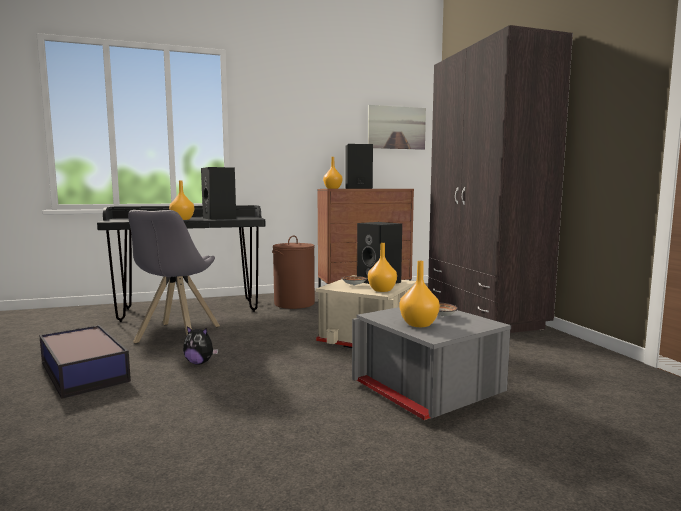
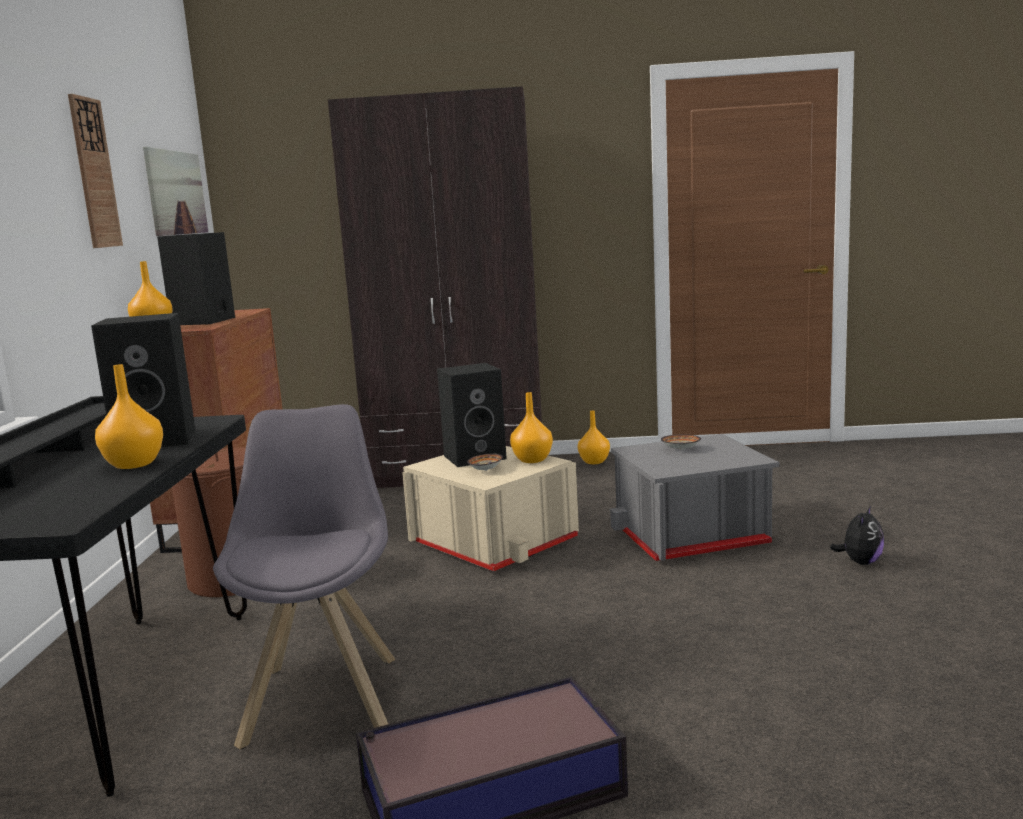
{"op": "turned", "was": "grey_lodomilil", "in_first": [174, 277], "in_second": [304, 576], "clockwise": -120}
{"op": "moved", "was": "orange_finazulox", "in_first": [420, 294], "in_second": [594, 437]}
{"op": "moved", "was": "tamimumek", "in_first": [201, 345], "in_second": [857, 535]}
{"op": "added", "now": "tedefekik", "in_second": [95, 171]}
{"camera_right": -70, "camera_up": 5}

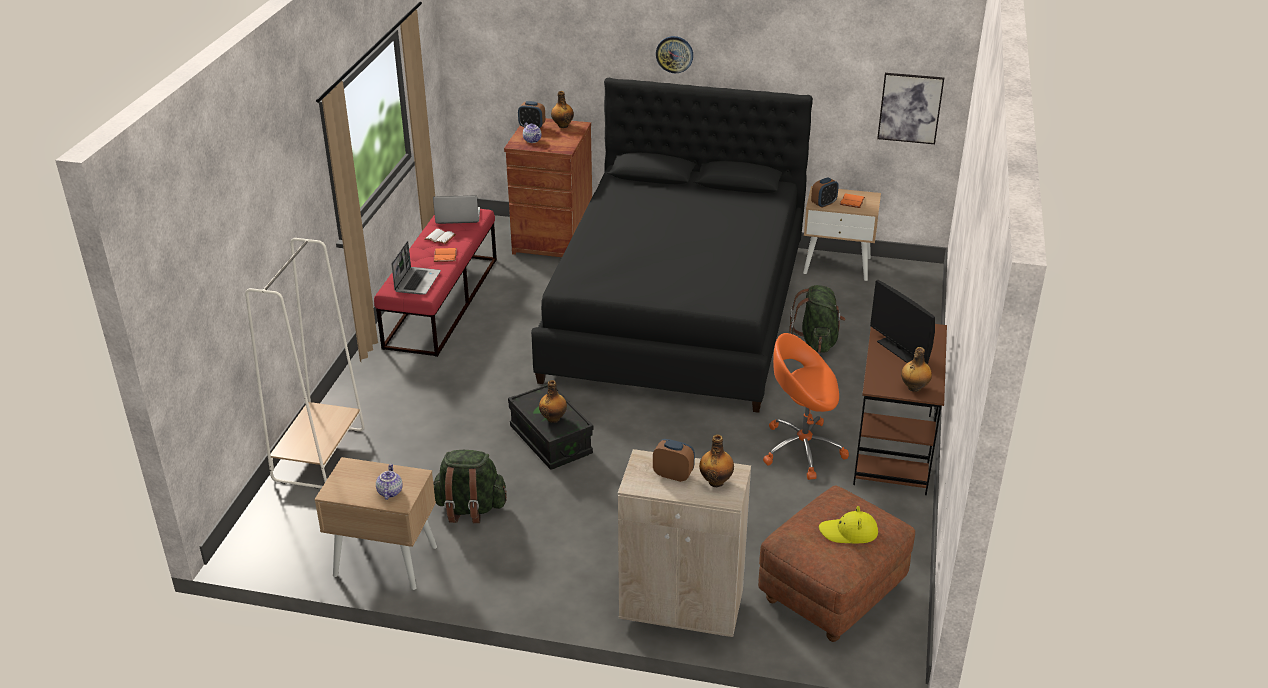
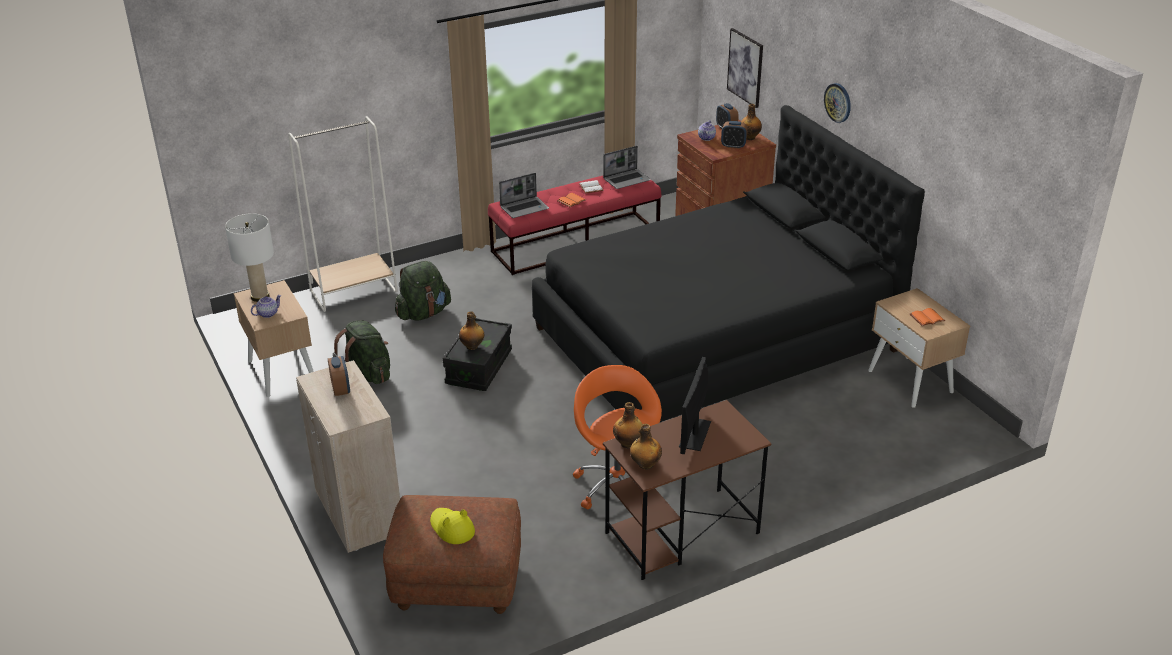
{"op": "moved", "was": "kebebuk", "in_first": [910, 108], "in_second": [745, 68]}
{"op": "moved", "was": "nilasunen", "in_first": [825, 192], "in_second": [734, 135]}
{"op": "turned", "was": "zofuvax", "in_first": [456, 209], "in_second": [627, 167], "clockwise": 105}
{"op": "moved", "was": "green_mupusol", "in_first": [817, 319], "in_second": [423, 290]}
{"op": "moved", "was": "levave", "in_first": [716, 461], "in_second": [628, 425]}
{"op": "added", "now": "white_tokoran", "in_second": [249, 257]}
{"camera_right": 50, "camera_up": 0}

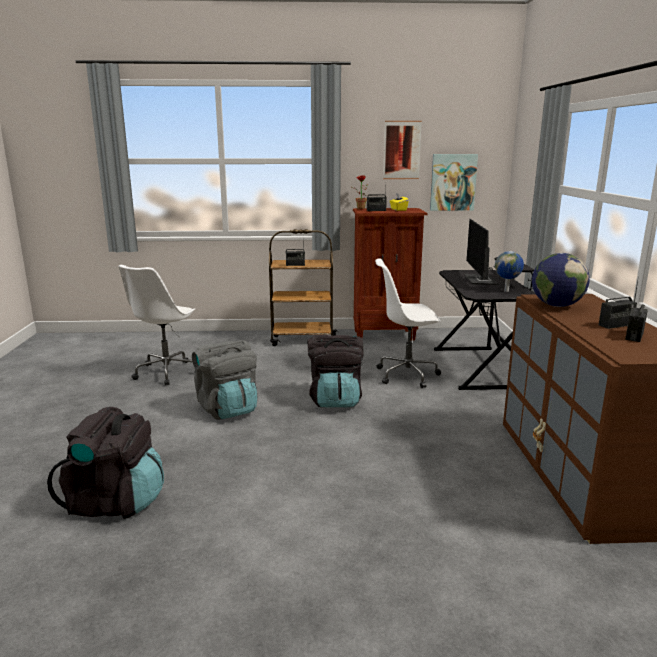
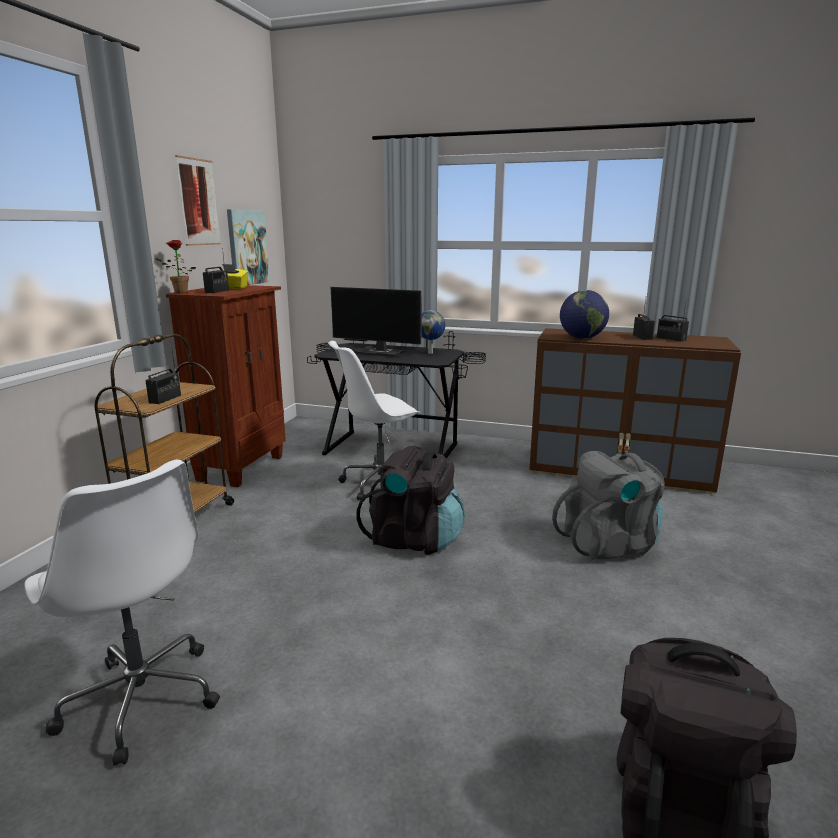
{"op": "turned", "was": "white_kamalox", "in_first": [408, 323], "in_second": [374, 420], "clockwise": 45}
{"op": "moved", "was": "grey_mupusol", "in_first": [225, 380], "in_second": [608, 506]}
{"camera_right": -70, "camera_up": 0}

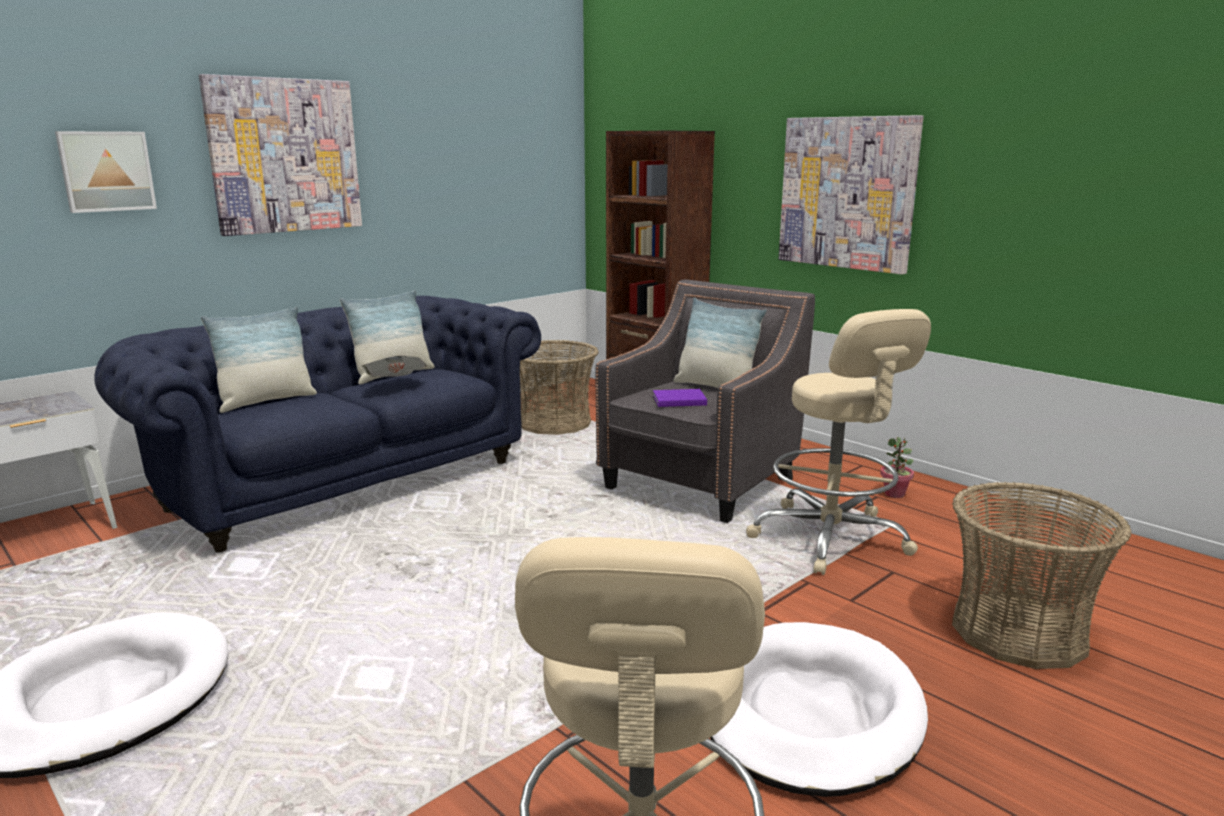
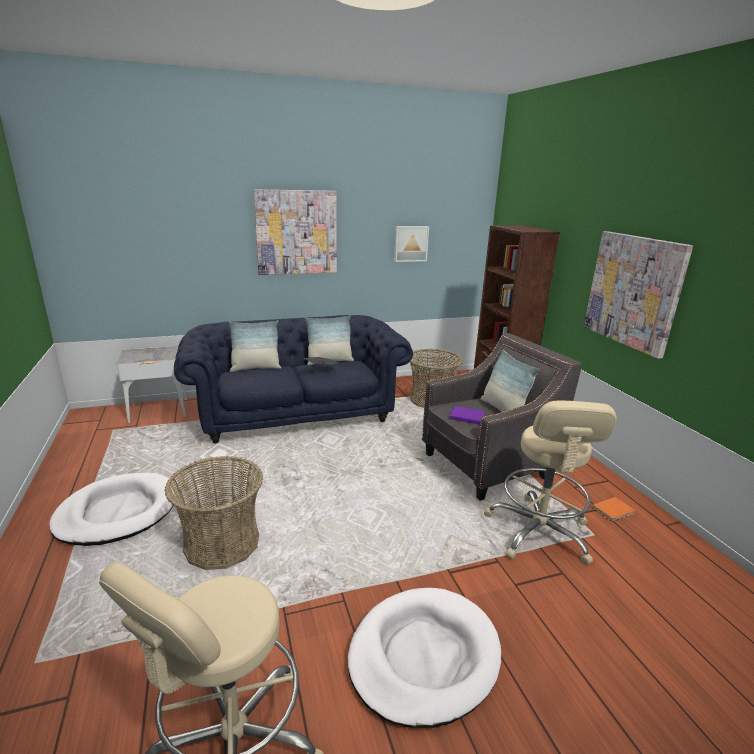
{"op": "moved", "was": "kebebuk", "in_first": [106, 172], "in_second": [411, 244]}
{"op": "replaced", "was": "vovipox", "now": "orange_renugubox", "in_first": [897, 467], "in_second": [614, 509]}
{"op": "moved", "was": "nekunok", "in_first": [1042, 575], "in_second": [214, 513]}
{"camera_right": 25, "camera_up": 5}

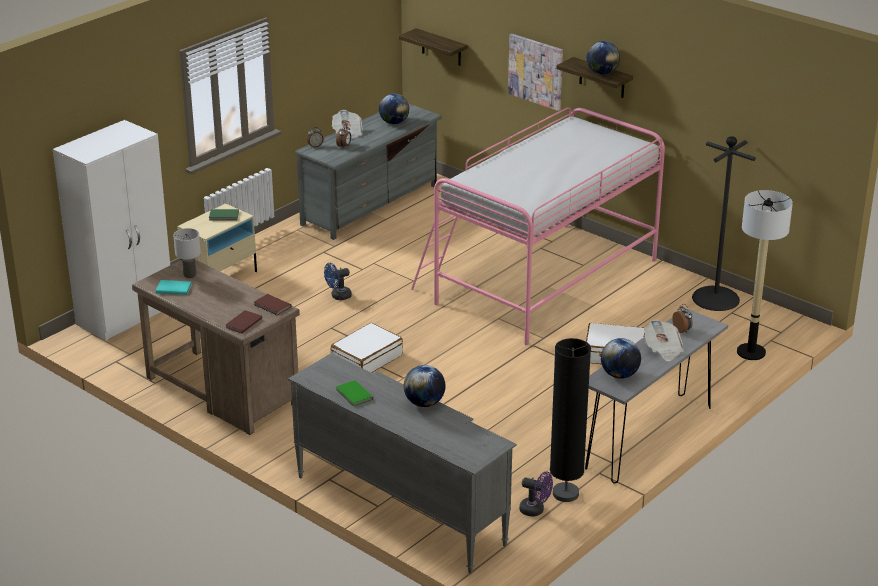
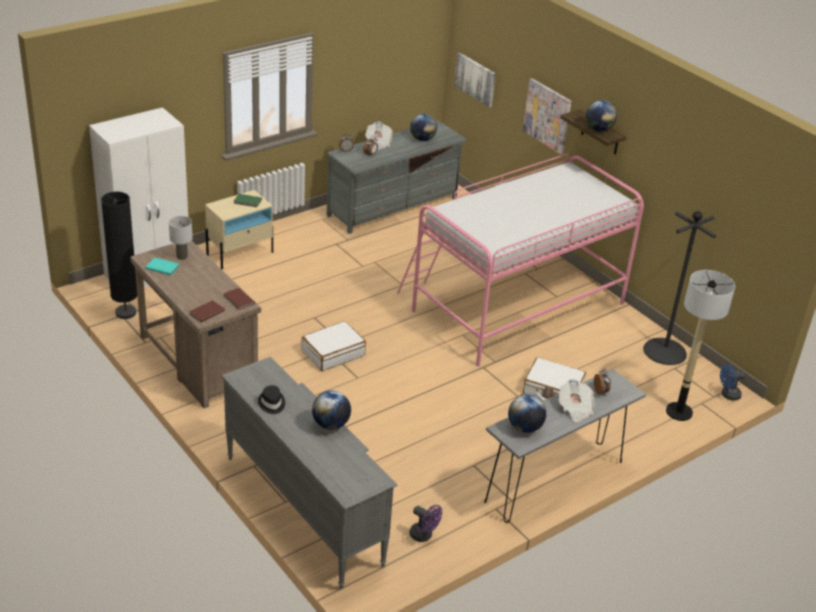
{"op": "replaced", "was": "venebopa", "now": "kebebuk", "in_first": [433, 47], "in_second": [475, 80]}
{"op": "moved", "was": "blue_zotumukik", "in_first": [338, 281], "in_second": [732, 382]}
{"op": "moved", "was": "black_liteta", "in_first": [570, 420], "in_second": [119, 255]}
{"op": "replaced", "was": "green_renugubox", "now": "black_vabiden", "in_first": [354, 393], "in_second": [271, 399]}
{"camera_right": 10, "camera_up": 5}

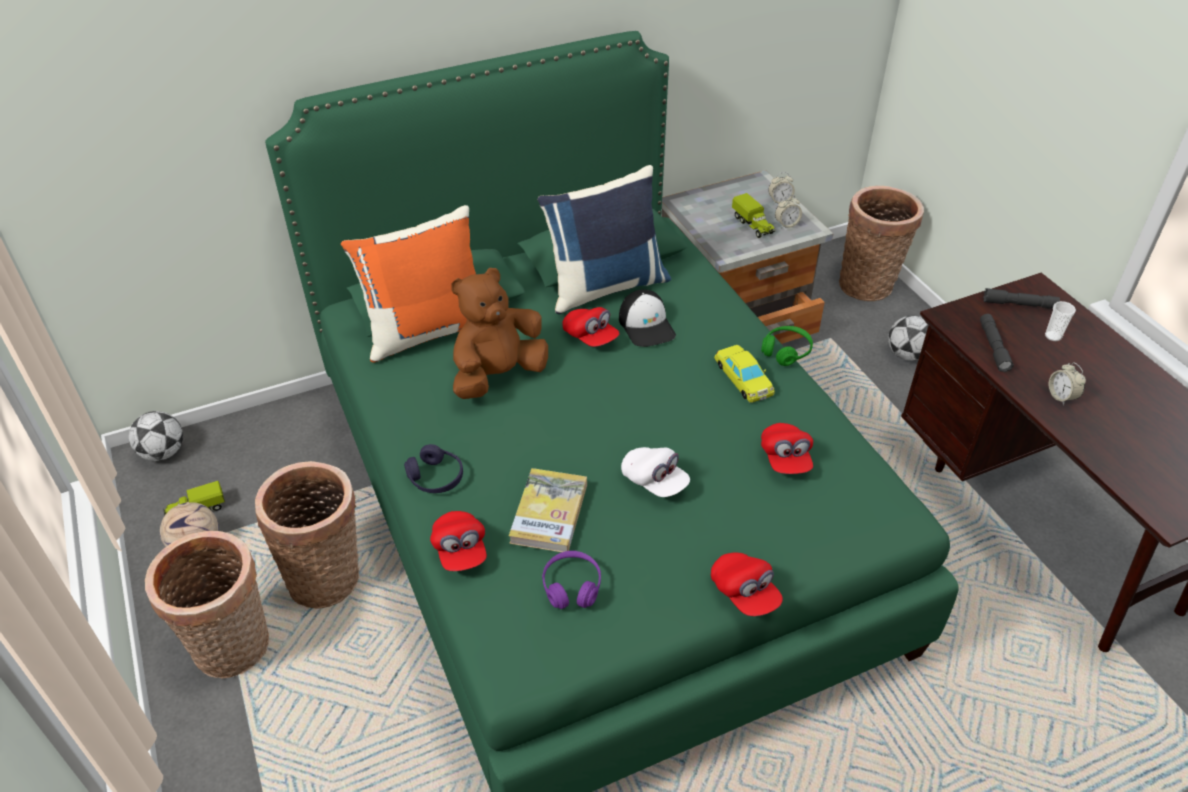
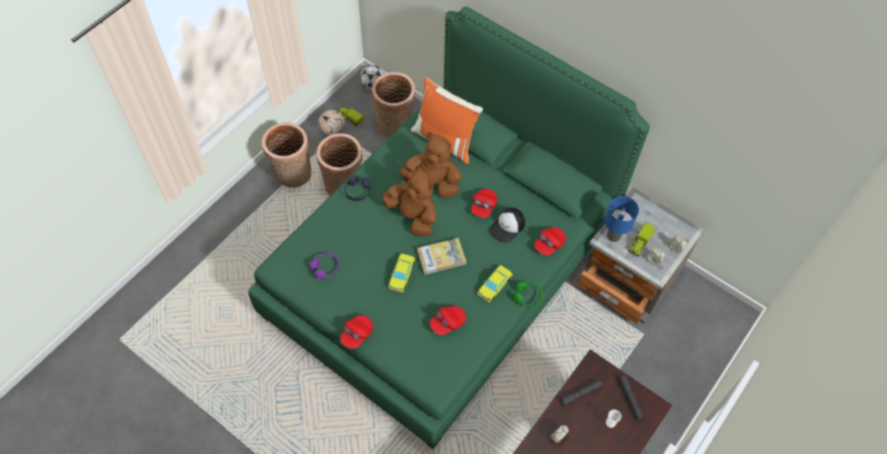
{"op": "removed", "was": "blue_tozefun", "in_first": [604, 239]}
{"op": "moved", "was": "nekunok", "in_first": [881, 243], "in_second": [393, 104]}
{"op": "removed", "was": "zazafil", "in_first": [908, 338]}
{"op": "replaced", "was": "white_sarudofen", "now": "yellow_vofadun", "in_first": [655, 472], "in_second": [401, 273]}
{"op": "moved", "was": "renugubox", "in_first": [548, 510], "in_second": [441, 256]}
{"op": "moved", "was": "red_sarudofen", "in_first": [458, 541], "in_second": [550, 241]}
{"op": "added", "now": "brown_tamimumek", "in_second": [410, 201]}
{"op": "added", "now": "blue_tokoran", "in_second": [622, 219]}
{"camera_right": 60, "camera_up": 15}

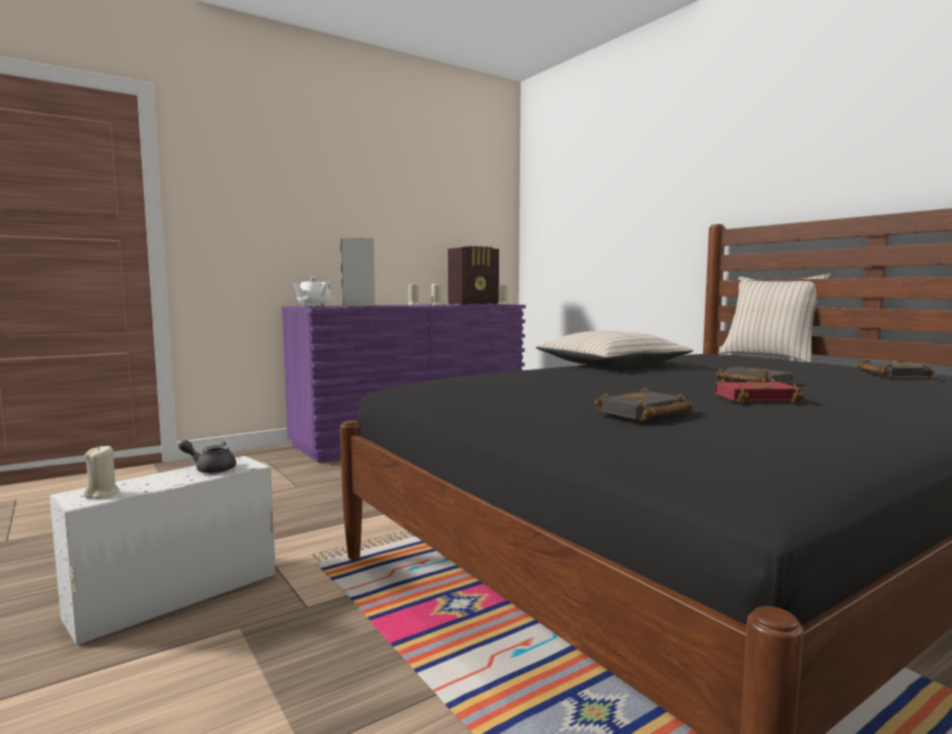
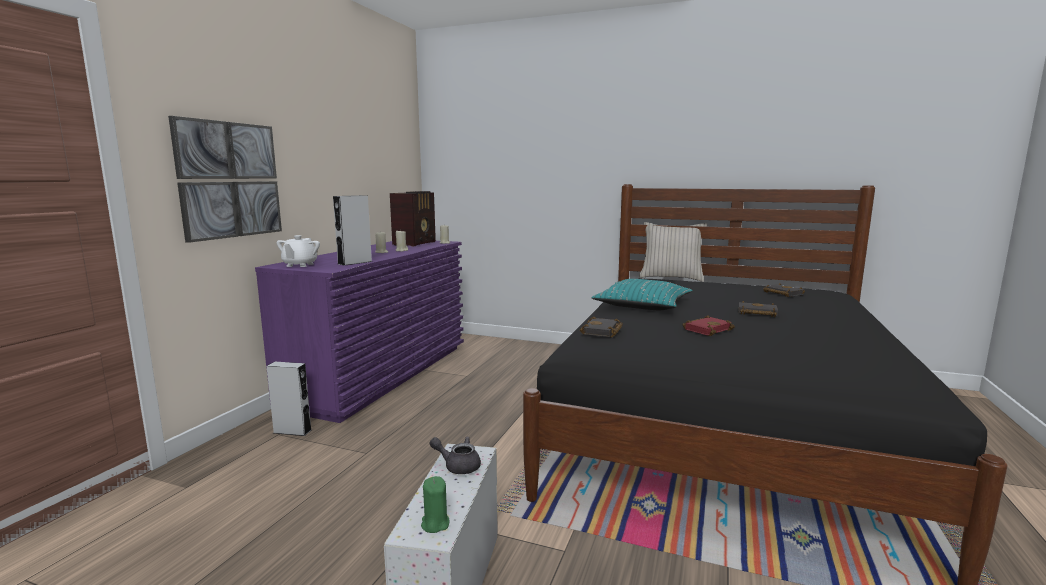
{"op": "recoloured", "was": "beige_tozefun", "now": "turquoise_tozefun", "in_first": [614, 349], "in_second": [642, 294]}
{"op": "moved", "was": "red_renugubox", "in_first": [759, 390], "in_second": [708, 325]}
{"op": "moved", "was": "black_renugubox", "in_first": [643, 404], "in_second": [601, 327]}
{"op": "turned", "was": "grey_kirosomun", "in_first": [207, 456], "in_second": [455, 455], "clockwise": 45}
{"op": "recoloured", "was": "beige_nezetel", "now": "green_nezetel", "in_first": [101, 472], "in_second": [435, 504]}
{"op": "added", "now": "kebebuk", "in_second": [225, 179]}
{"op": "added", "now": "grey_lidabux", "in_second": [289, 399]}
{"camera_right": -35, "camera_up": 5}

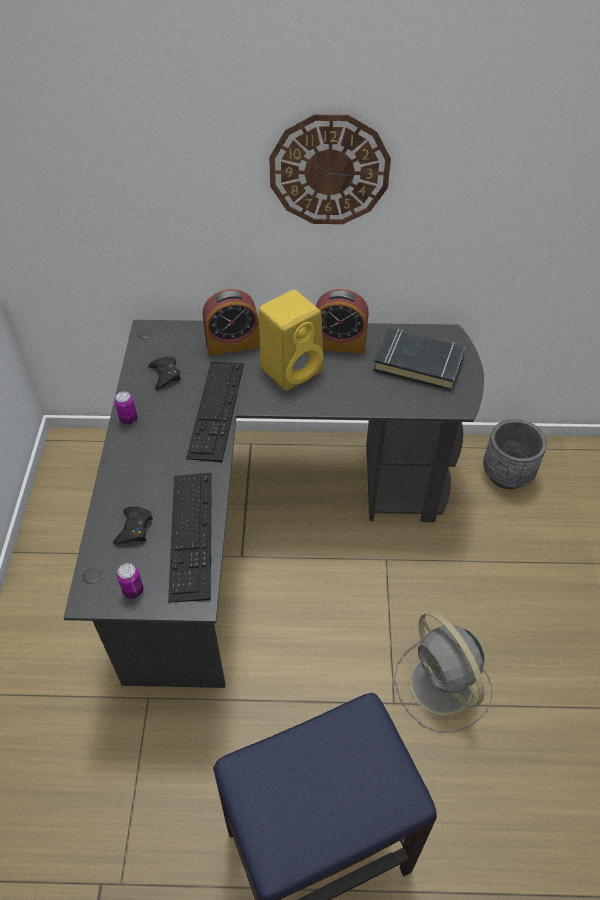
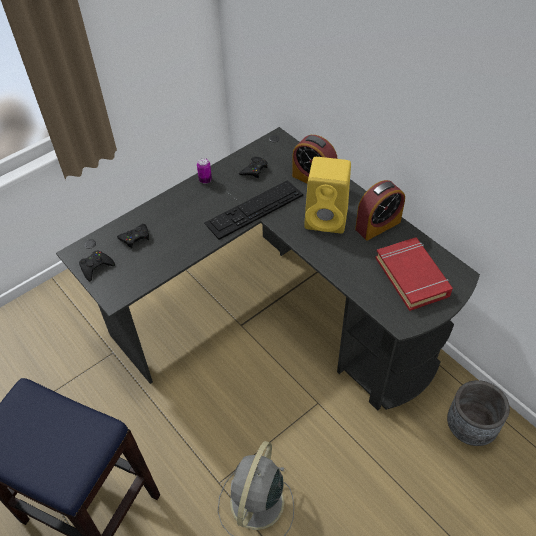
{"op": "removed", "was": "tedefekik", "in_first": [330, 169]}
{"op": "turned", "was": "nilasunen", "in_first": [342, 321], "in_second": [380, 210], "clockwise": -90}
{"op": "recoloured", "was": "black_renugubox", "now": "red_renugubox", "in_first": [420, 359], "in_second": [414, 274]}
{"op": "removed", "was": "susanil", "in_first": [190, 538]}
{"op": "replaced", "was": "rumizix", "now": "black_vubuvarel", "in_first": [130, 581], "in_second": [97, 266]}
{"camera_right": 50, "camera_up": 0}

